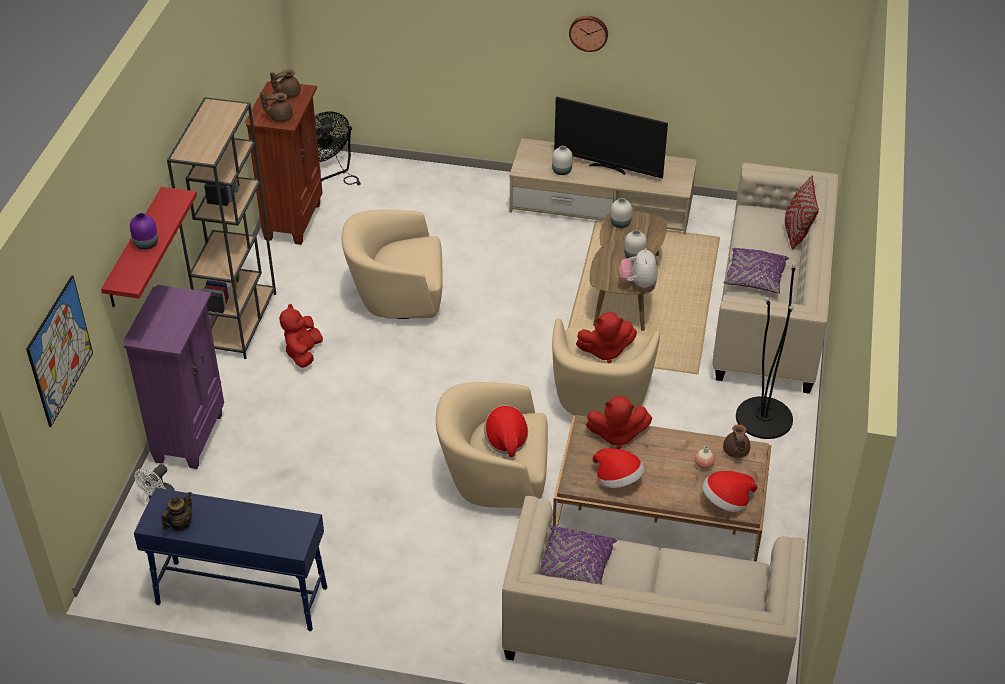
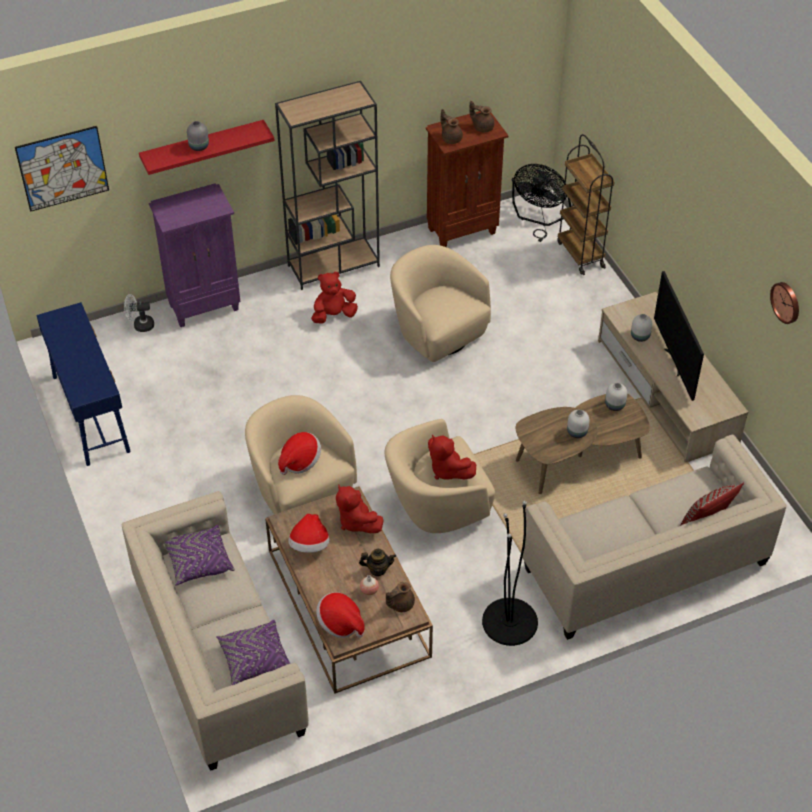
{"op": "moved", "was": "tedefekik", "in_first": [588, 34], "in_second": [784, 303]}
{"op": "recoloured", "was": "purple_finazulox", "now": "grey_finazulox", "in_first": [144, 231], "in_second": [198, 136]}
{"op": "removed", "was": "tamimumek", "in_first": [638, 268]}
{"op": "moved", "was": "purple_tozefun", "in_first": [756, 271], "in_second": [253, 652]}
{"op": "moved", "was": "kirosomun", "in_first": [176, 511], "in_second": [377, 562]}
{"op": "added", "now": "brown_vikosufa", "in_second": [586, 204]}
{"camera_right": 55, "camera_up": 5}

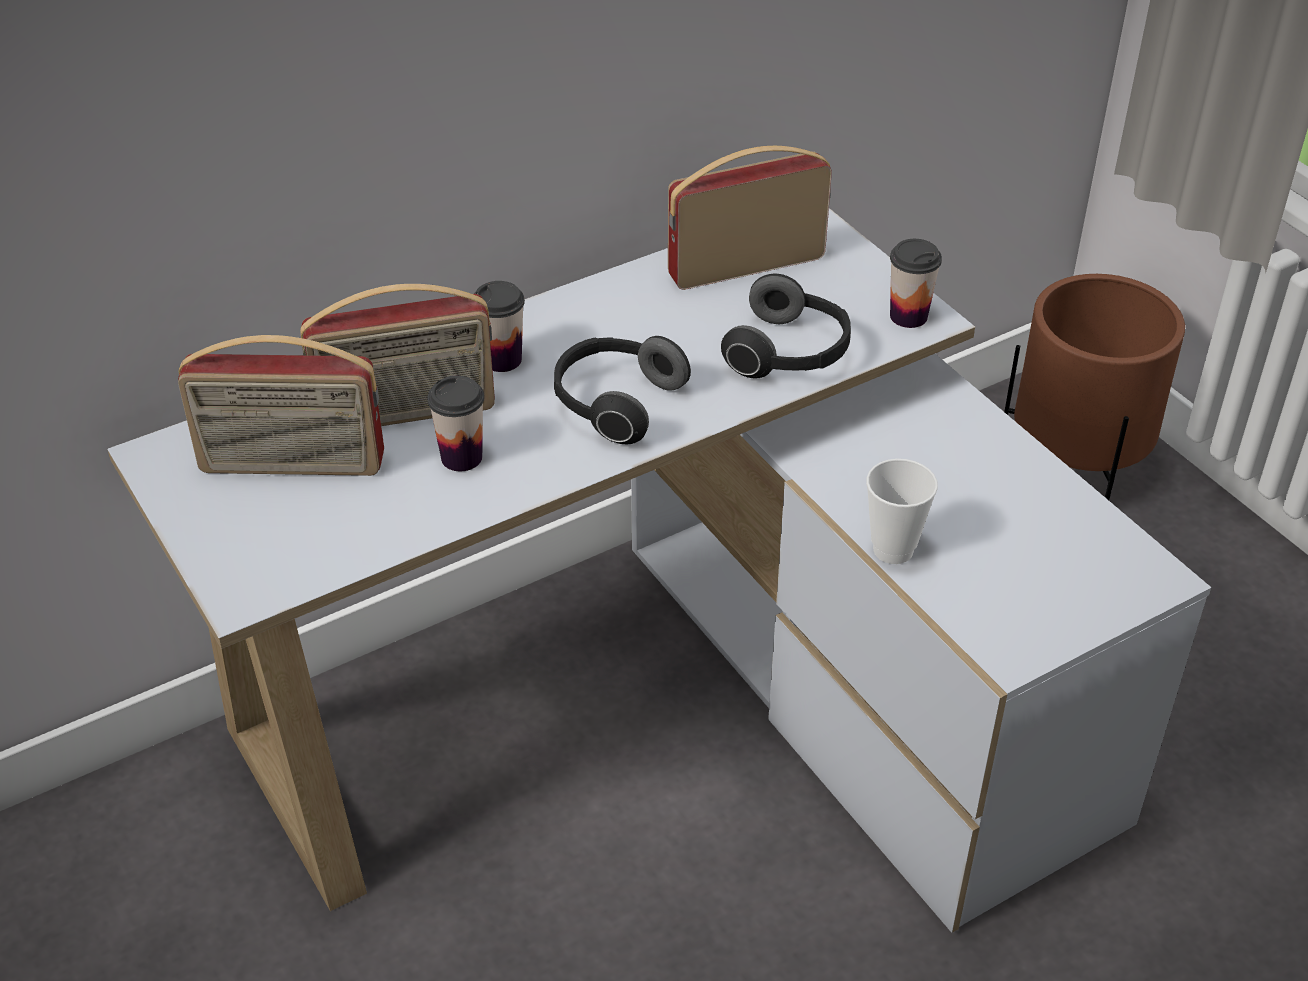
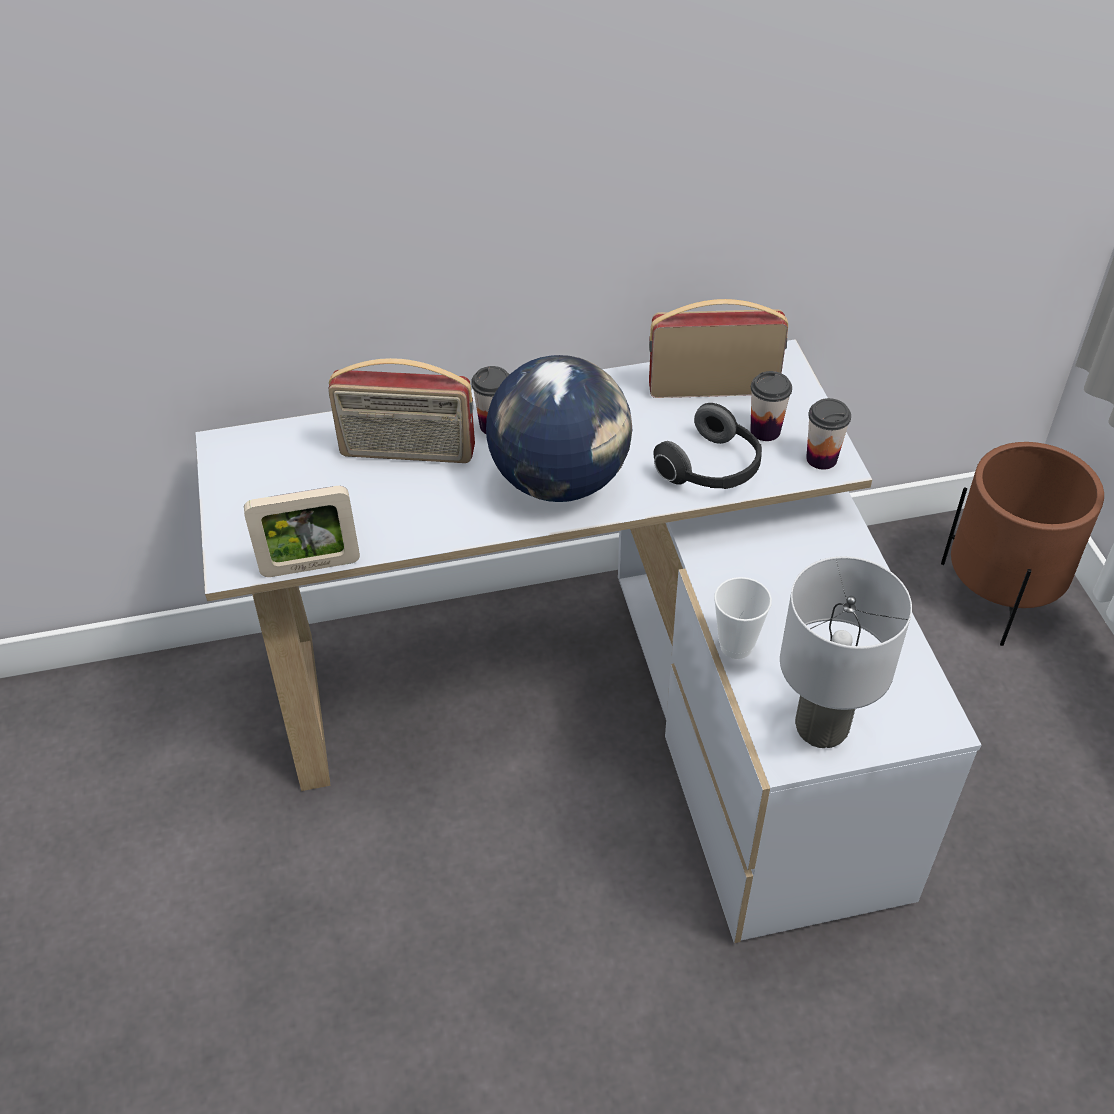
{"op": "removed", "was": "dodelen", "in_first": [281, 405]}
{"op": "replaced", "was": "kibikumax", "now": "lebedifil", "in_first": [622, 390], "in_second": [559, 428]}
{"op": "moved", "was": "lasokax", "in_first": [455, 423], "in_second": [771, 406]}
{"op": "added", "now": "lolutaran", "in_second": [302, 531]}
{"op": "added", "now": "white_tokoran", "in_second": [846, 652]}
{"camera_right": 20, "camera_up": 5}

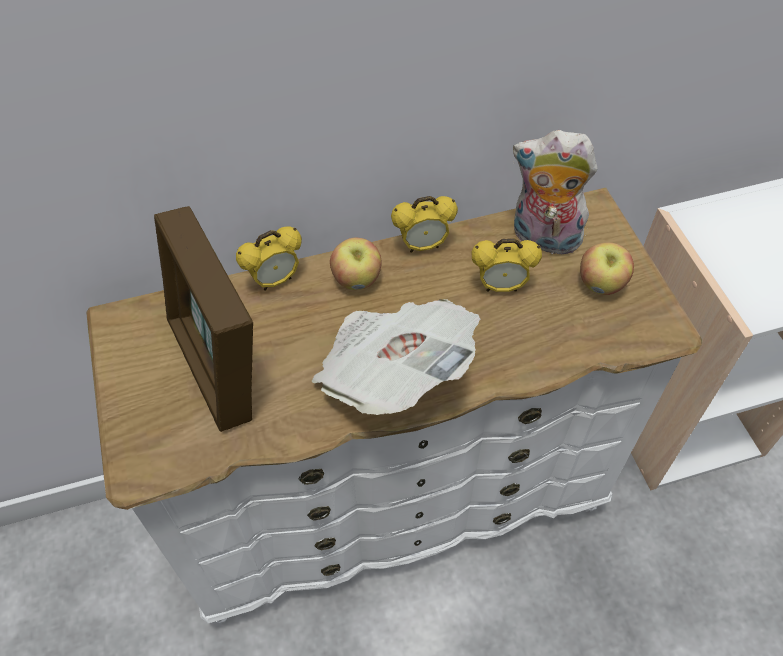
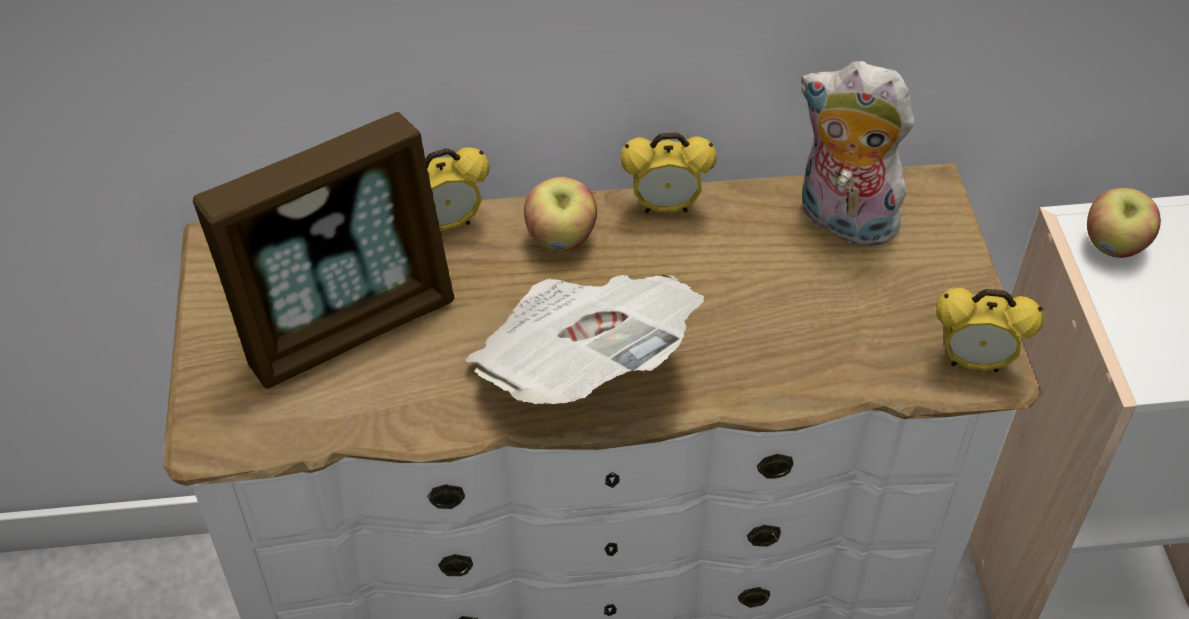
{"op": "turned", "was": "lolutaran", "in_first": [203, 319], "in_second": [323, 250], "clockwise": -105}
{"op": "moved", "was": "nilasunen", "in_first": [506, 265], "in_second": [990, 330]}
{"op": "moved", "was": "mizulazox", "in_first": [607, 268], "in_second": [1124, 223]}
{"camera_right": 10, "camera_up": -5}

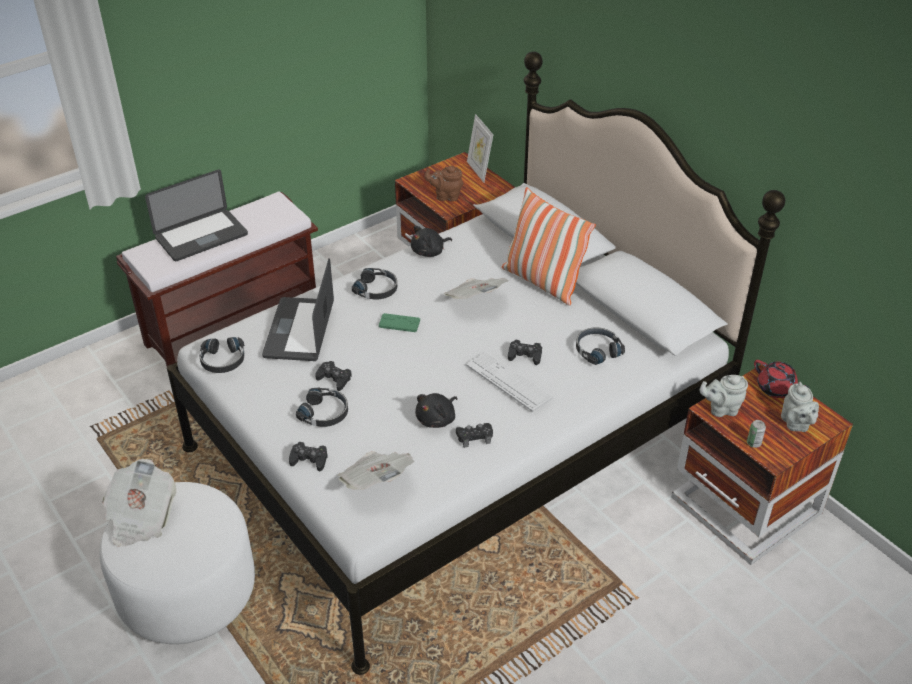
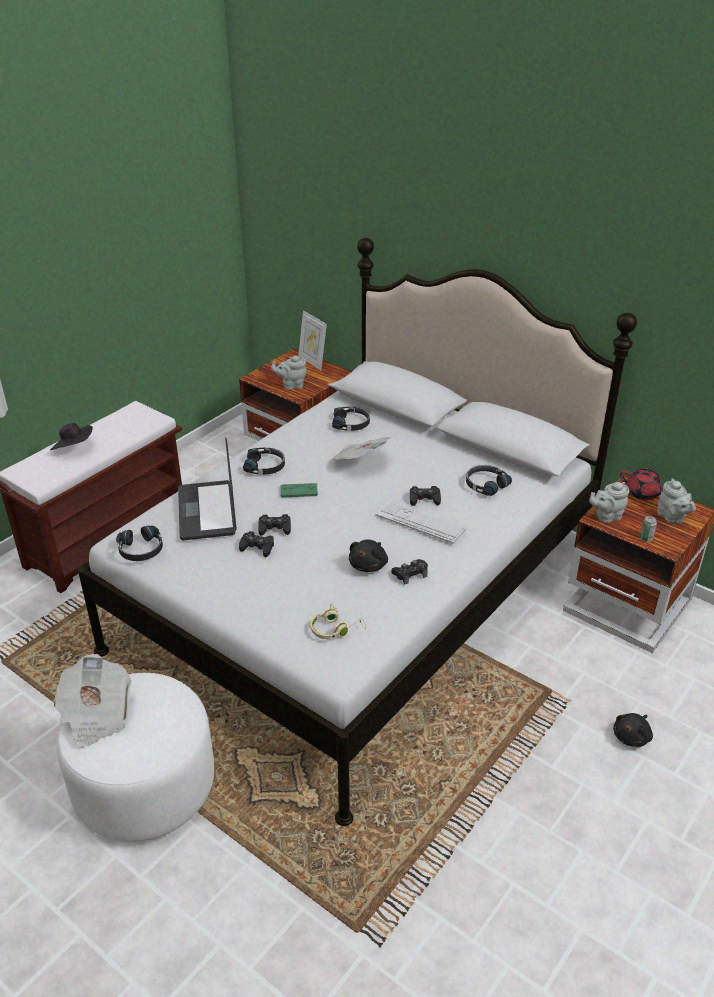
{"op": "recoloured", "was": "brown_kirosomun", "now": "grey_kirosomun", "in_first": [444, 184], "in_second": [289, 372]}
{"op": "replaced", "was": "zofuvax", "now": "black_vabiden", "in_first": [196, 215], "in_second": [71, 436]}
{"op": "removed", "was": "tozefun", "in_first": [549, 246]}
{"op": "moved", "was": "black_tamimumek", "in_first": [431, 241], "in_second": [633, 730]}
{"op": "moved", "was": "black_kibikumax", "in_first": [322, 407], "in_second": [351, 419]}
{"op": "moved", "was": "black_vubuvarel", "in_first": [308, 456], "in_second": [274, 524]}
{"op": "replaced", "was": "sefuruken", "now": "beige_kibikumax", "in_first": [376, 470], "in_second": [338, 621]}
{"camera_right": -15, "camera_up": -5}

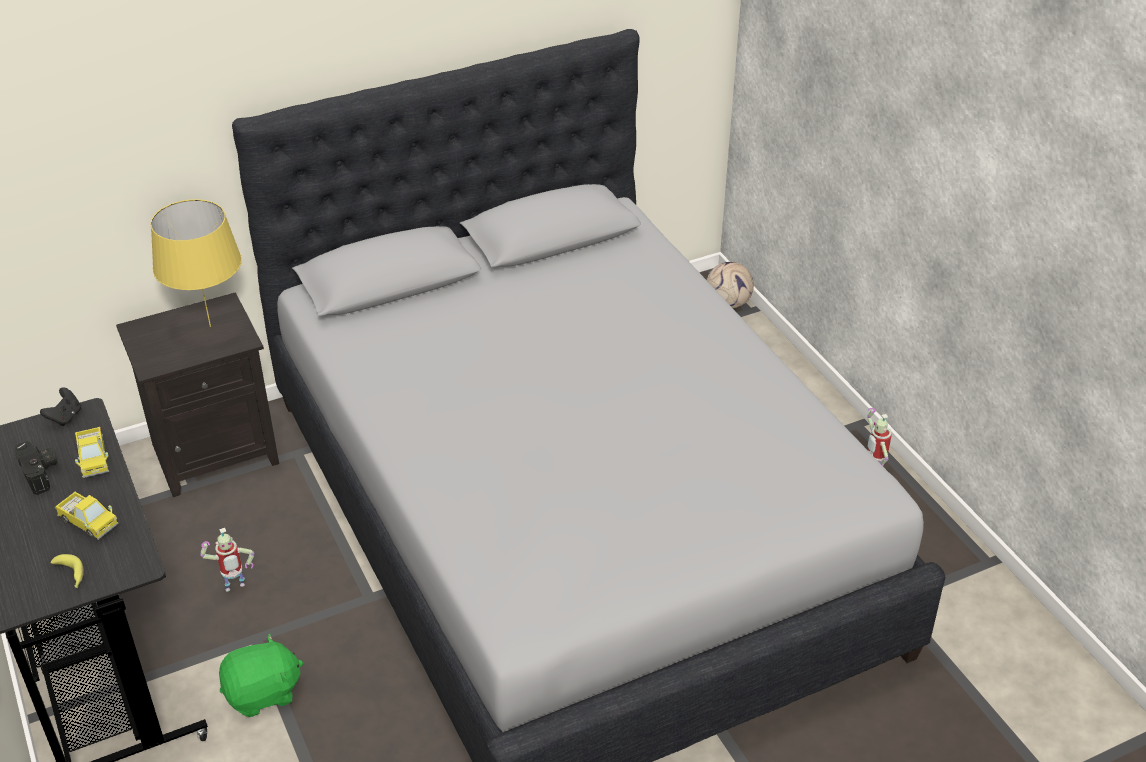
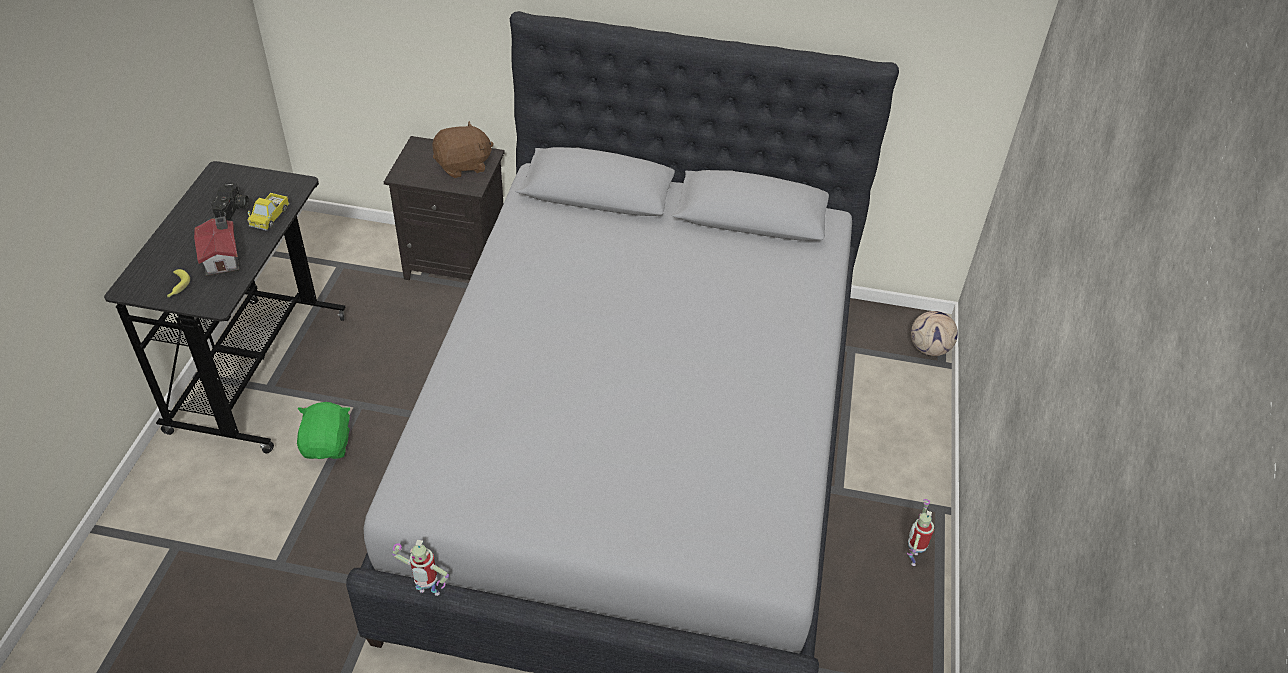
{"op": "replaced", "was": "yellow_tokoran", "now": "brown_tamimumek", "in_first": [196, 263], "in_second": [463, 149]}
{"op": "removed", "was": "black_vubuvarel", "in_first": [60, 406]}
{"op": "replaced", "was": "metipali", "now": "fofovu", "in_first": [87, 516], "in_second": [216, 246]}
{"op": "moved", "was": "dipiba", "in_first": [227, 559], "in_second": [420, 568]}
{"op": "turned", "was": "green_tamimumek", "in_first": [261, 675], "in_second": [323, 430], "clockwise": -105}
{"camera_right": 35, "camera_up": 5}

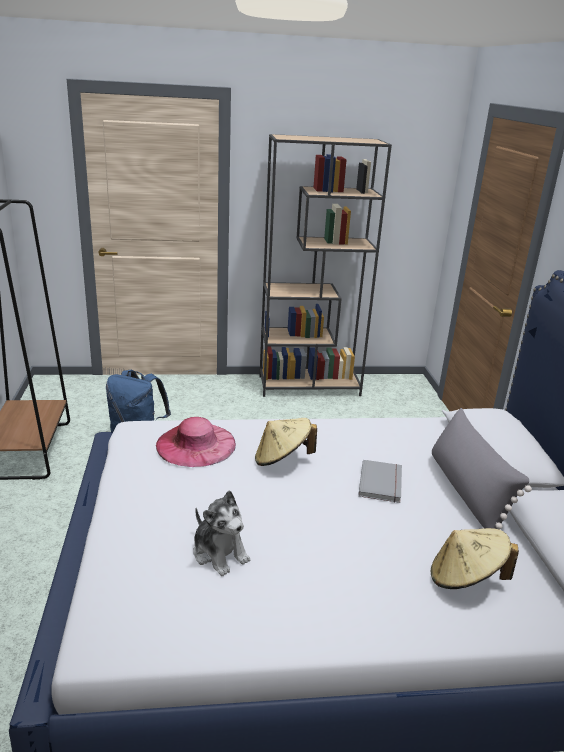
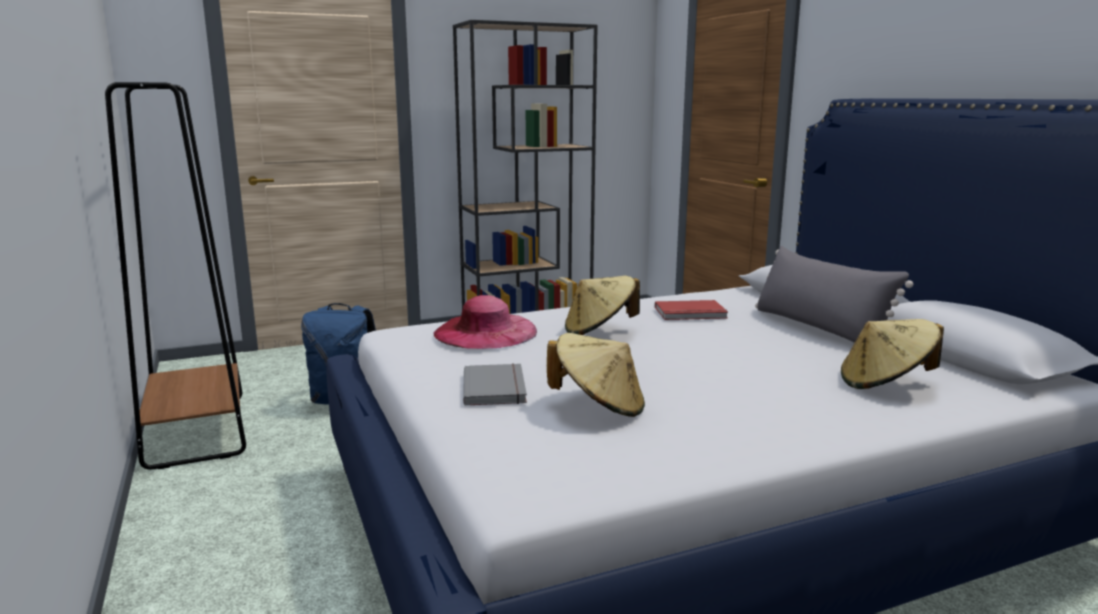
{"op": "moved", "was": "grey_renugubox", "in_first": [380, 481], "in_second": [495, 384]}
{"op": "replaced", "was": "tamimumek", "now": "beige_vabiden", "in_first": [222, 533], "in_second": [596, 375]}
{"op": "added", "now": "red_renugubox", "in_second": [691, 310]}
{"camera_right": -15, "camera_up": -10}

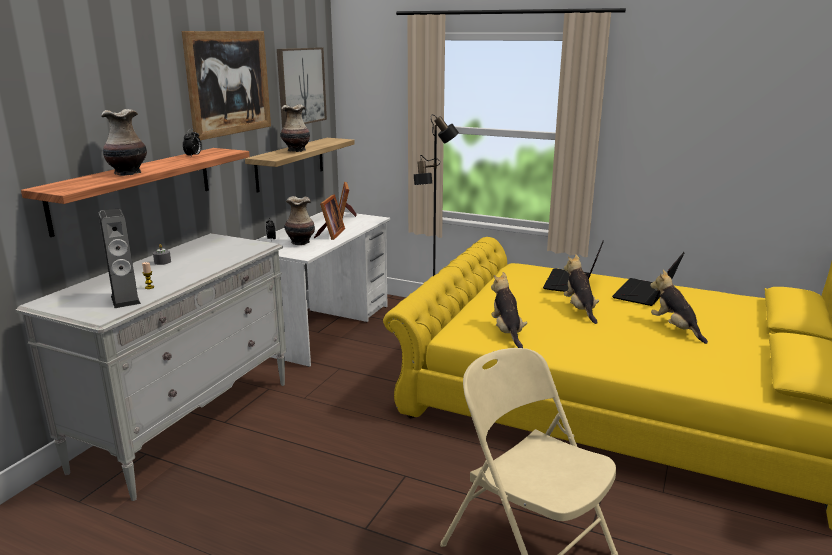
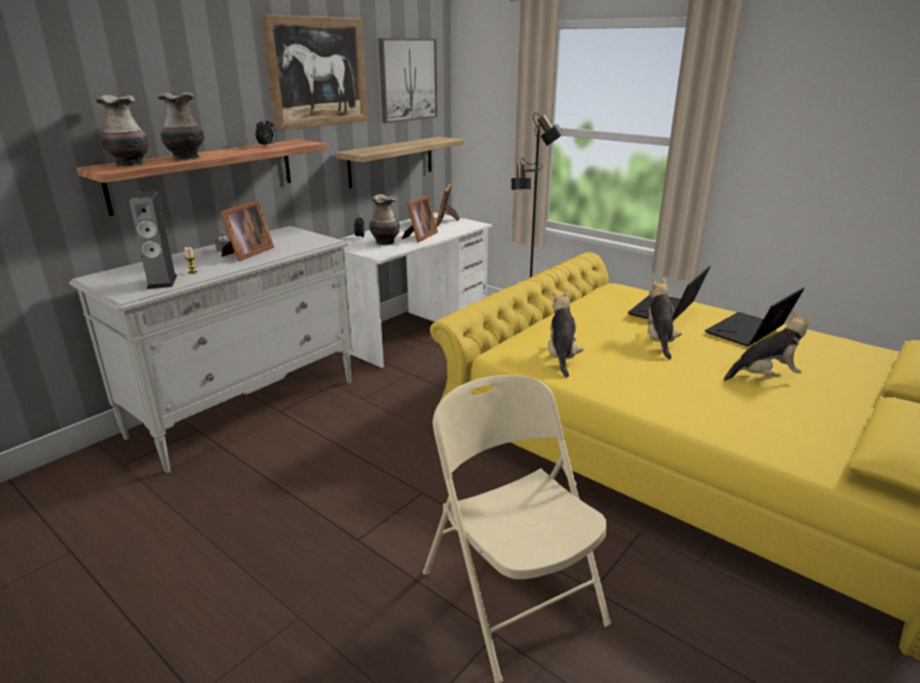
{"op": "moved", "was": "finazulox", "in_first": [295, 128], "in_second": [122, 130]}
{"op": "turned", "was": "tamimumek", "in_first": [679, 307], "in_second": [768, 345], "clockwise": 90}
{"op": "added", "now": "lolutaran", "in_second": [247, 230]}
{"camera_right": 15, "camera_up": 5}

